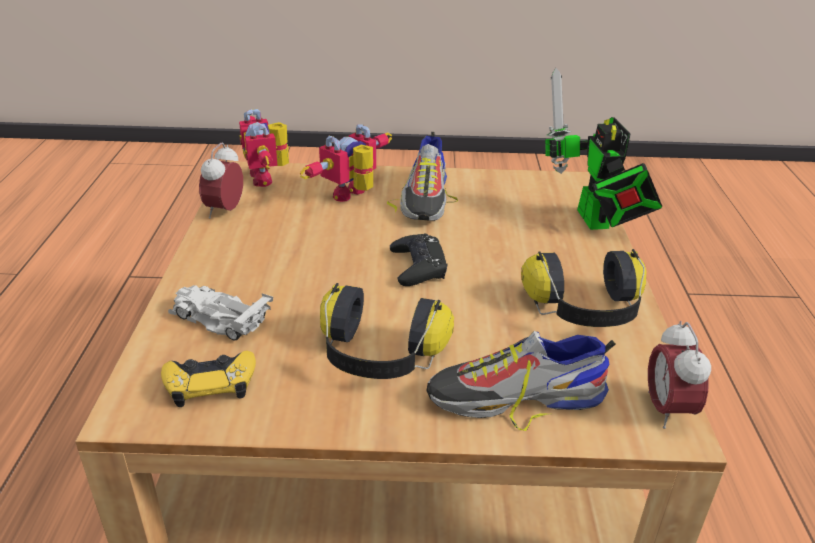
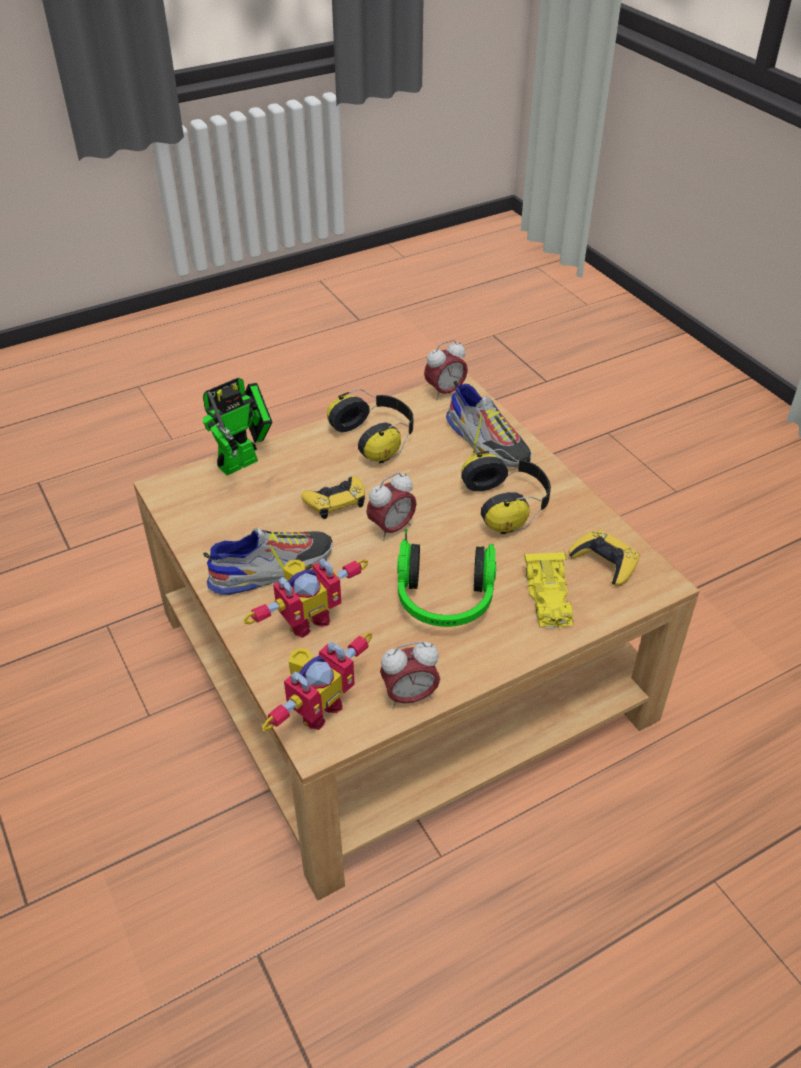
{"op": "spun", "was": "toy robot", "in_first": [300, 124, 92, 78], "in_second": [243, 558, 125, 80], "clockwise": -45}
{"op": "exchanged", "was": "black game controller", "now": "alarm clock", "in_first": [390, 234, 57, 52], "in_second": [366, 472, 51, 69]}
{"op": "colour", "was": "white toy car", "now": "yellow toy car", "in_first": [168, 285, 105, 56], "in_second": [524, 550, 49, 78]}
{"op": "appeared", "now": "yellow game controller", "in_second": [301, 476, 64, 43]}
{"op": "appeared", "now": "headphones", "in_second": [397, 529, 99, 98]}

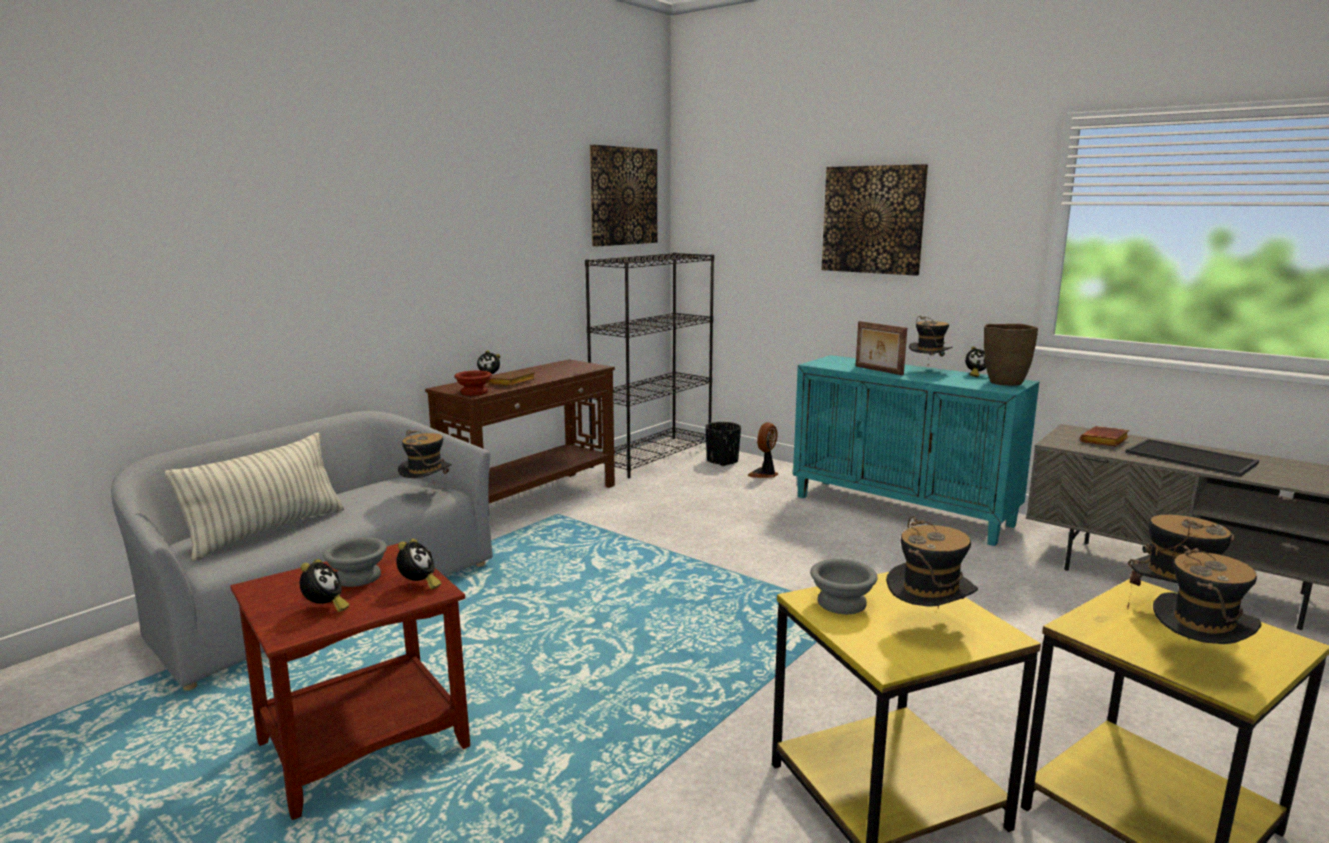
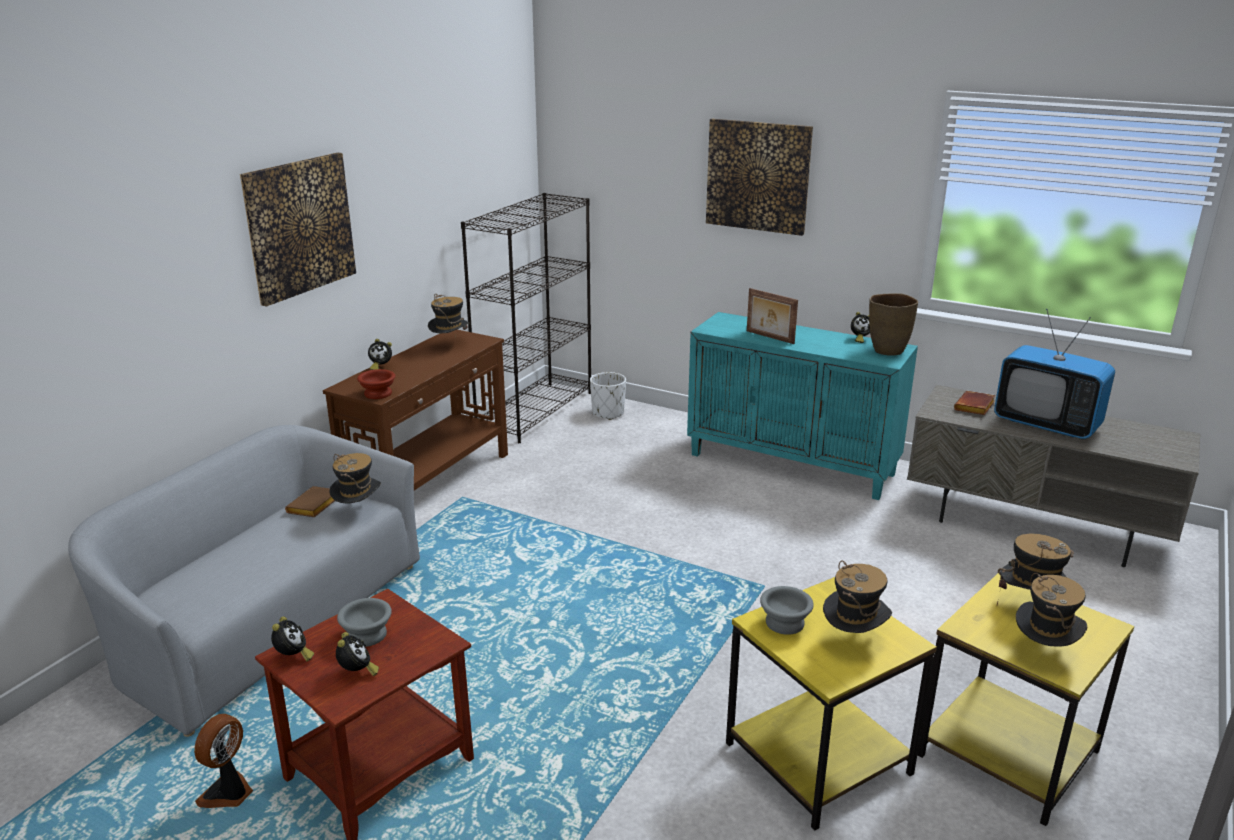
{"op": "relocated", "was": "picture", "in_first": [590, 145, 67, 101], "in_second": [240, 153, 116, 154]}
{"op": "relocated", "was": "hat", "in_first": [909, 316, 44, 41], "in_second": [428, 294, 42, 43]}
{"op": "relocated", "was": "brown book", "in_first": [488, 371, 47, 15], "in_second": [285, 486, 50, 31]}
{"op": "colour", "was": "black planter", "now": "white planter", "in_first": [705, 422, 36, 44], "in_second": [590, 372, 36, 48]}
{"op": "relocated", "was": "fan", "in_first": [747, 422, 31, 56], "in_second": [194, 714, 59, 94]}
{"op": "missing", "was": "pillow", "in_first": [165, 432, 179, 130]}
{"op": "exchanged", "was": "tray", "now": "television", "in_first": [1125, 439, 134, 38], "in_second": [994, 309, 121, 130]}
{"op": "relocated", "was": "alarm clock", "in_first": [396, 539, 45, 50], "in_second": [271, 616, 43, 45]}

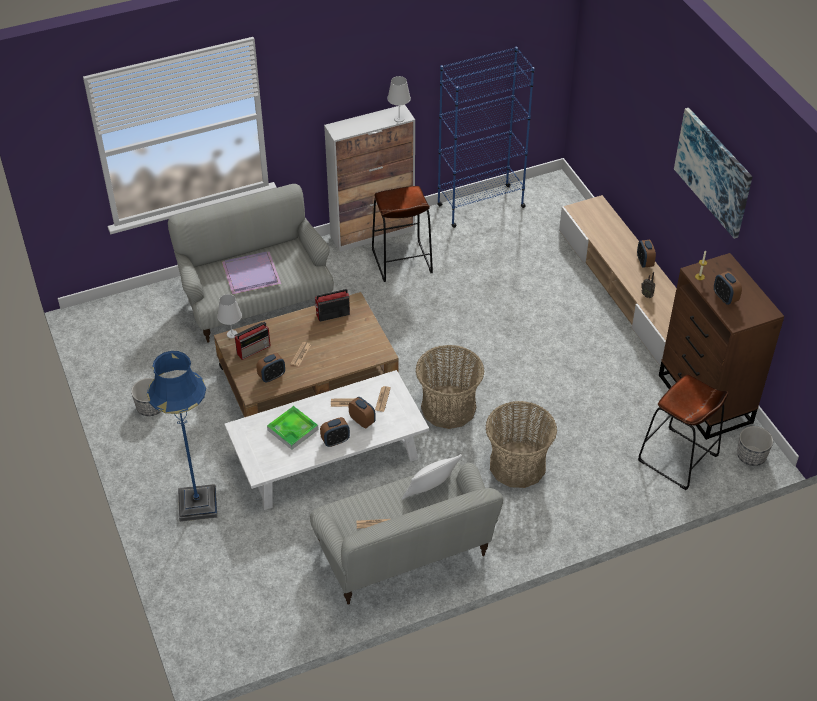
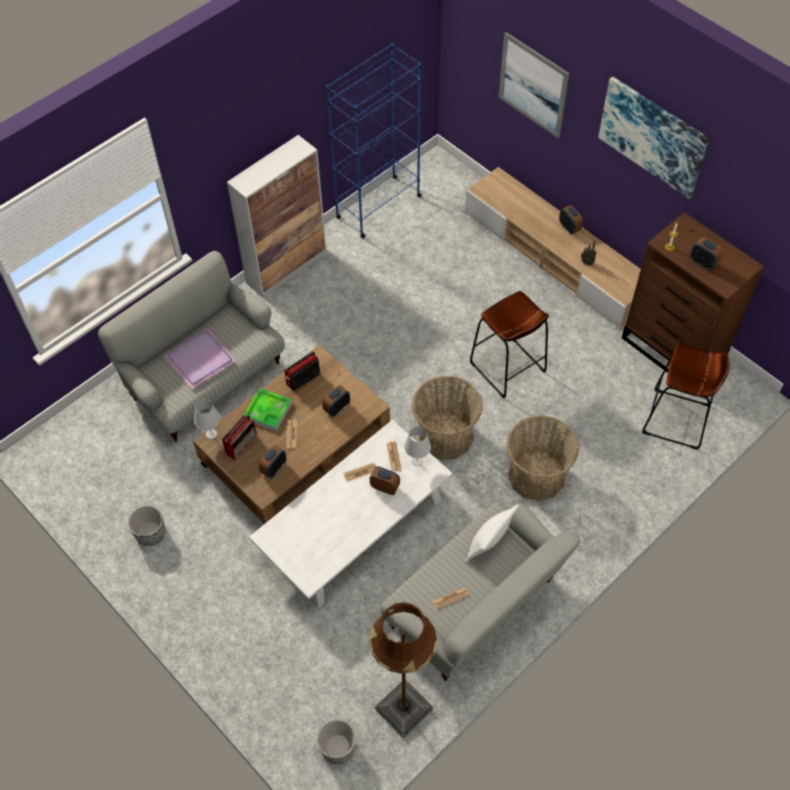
{"op": "relocated", "was": "white table lamp", "in_first": [387, 76, 24, 46], "in_second": [404, 426, 27, 40]}
{"op": "relocated", "was": "brown stool", "in_first": [372, 186, 61, 96], "in_second": [470, 291, 79, 107]}
{"op": "missing", "was": "blue floor lamp", "in_first": [147, 351, 70, 171]}
{"op": "relocated", "was": "tray", "in_first": [267, 406, 52, 44], "in_second": [244, 388, 48, 43]}
{"op": "relocated", "was": "alarm clock", "in_first": [320, 417, 30, 30], "in_second": [322, 385, 28, 32]}
{"op": "relocated", "was": "planter", "in_first": [737, 426, 36, 40], "in_second": [317, 719, 39, 45]}
{"op": "appeared", "now": "picture", "in_second": [499, 32, 70, 106]}
{"op": "appeared", "now": "brown floor lamp", "in_second": [369, 602, 68, 136]}

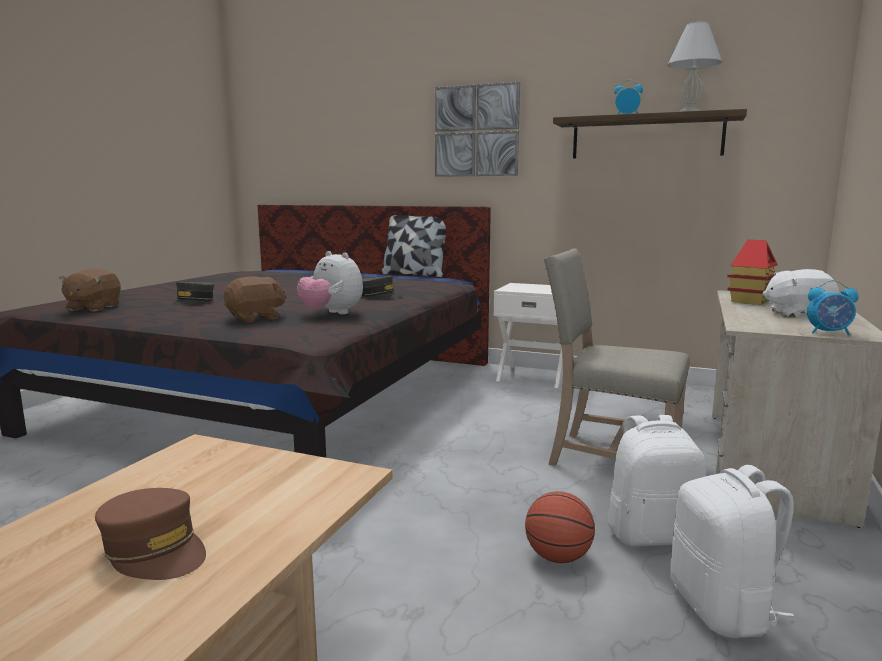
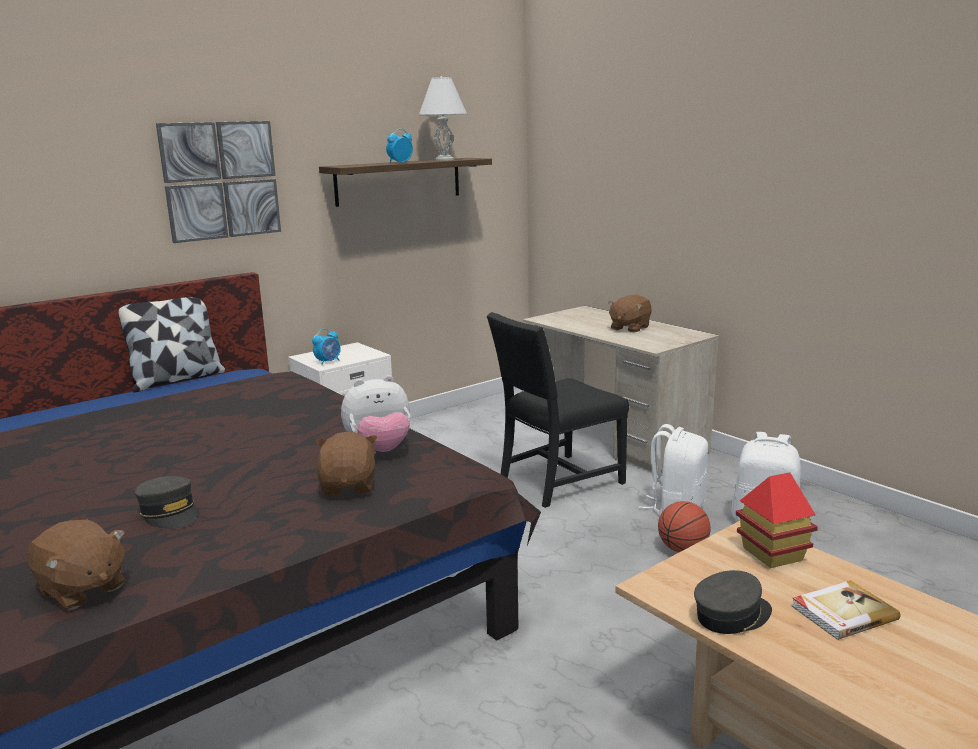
{"op": "relocated", "was": "toy house", "in_first": [727, 240, 51, 65], "in_second": [736, 472, 82, 96]}
{"op": "colour", "was": "beige chair", "now": "black chair", "in_first": [544, 248, 146, 218], "in_second": [487, 312, 142, 196]}
{"op": "colour", "was": "white plush toy", "now": "brown plush toy", "in_first": [763, 269, 76, 48], "in_second": [608, 295, 44, 38]}
{"op": "relocated", "was": "grey cap", "in_first": [362, 276, 40, 22], "in_second": [694, 570, 78, 64]}
{"op": "relocated", "was": "alarm clock", "in_first": [807, 280, 51, 55], "in_second": [312, 328, 29, 37]}
{"op": "exchanged", "was": "brown cap", "now": "book", "in_first": [95, 488, 111, 92], "in_second": [792, 580, 108, 60]}

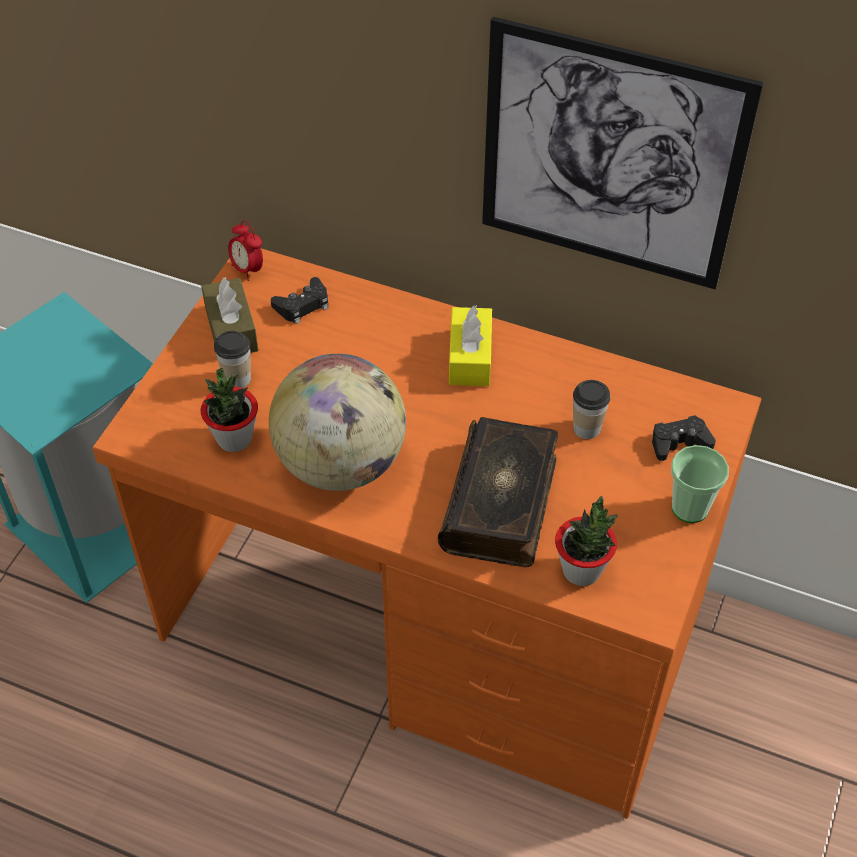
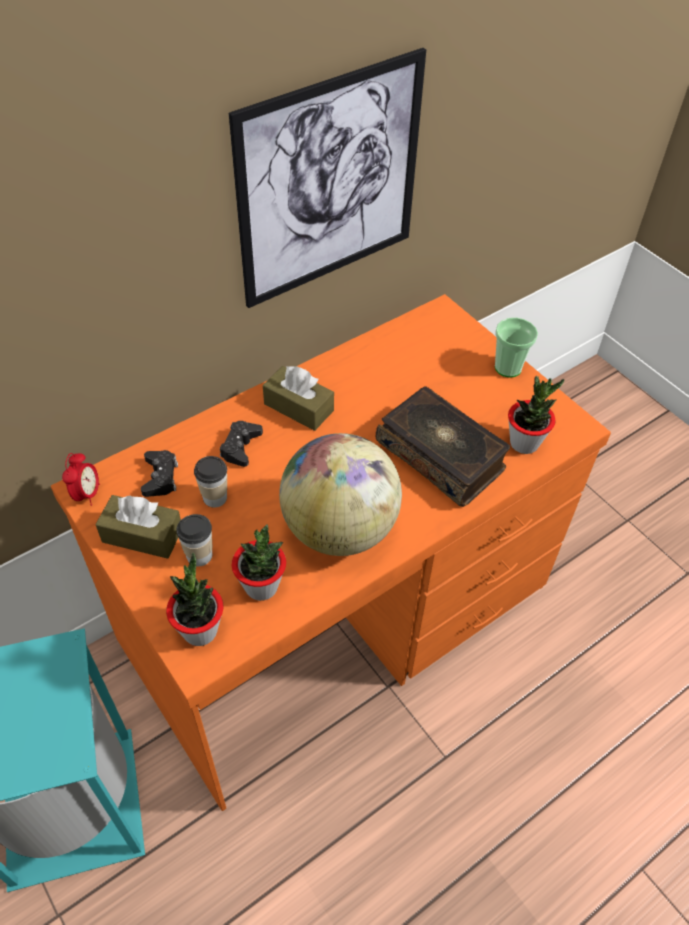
{"op": "spun", "was": "alarm clock", "in_first": [228, 221, 35, 60], "in_second": [62, 453, 38, 53], "clockwise": -75}
{"op": "colour", "was": "yellow tissue box", "now": "brown tissue box", "in_first": [449, 305, 43, 81], "in_second": [263, 366, 71, 65]}
{"op": "relocated", "was": "cup", "in_first": [573, 380, 37, 59], "in_second": [194, 456, 33, 52]}
{"op": "relocated", "was": "black game controller", "in_first": [652, 415, 64, 46], "in_second": [220, 421, 43, 46]}
{"op": "appeared", "now": "potted plant", "in_second": [166, 552, 57, 94]}

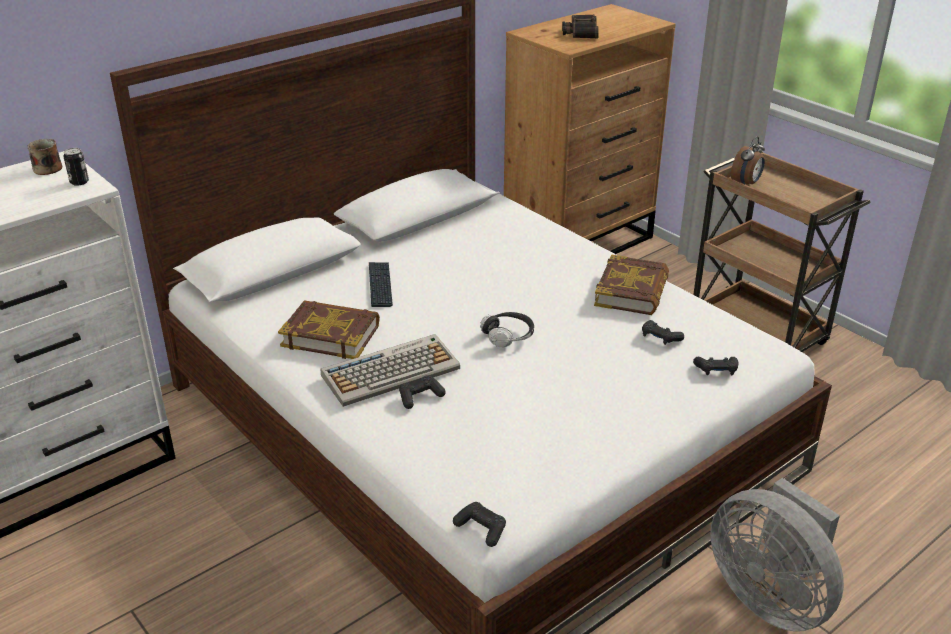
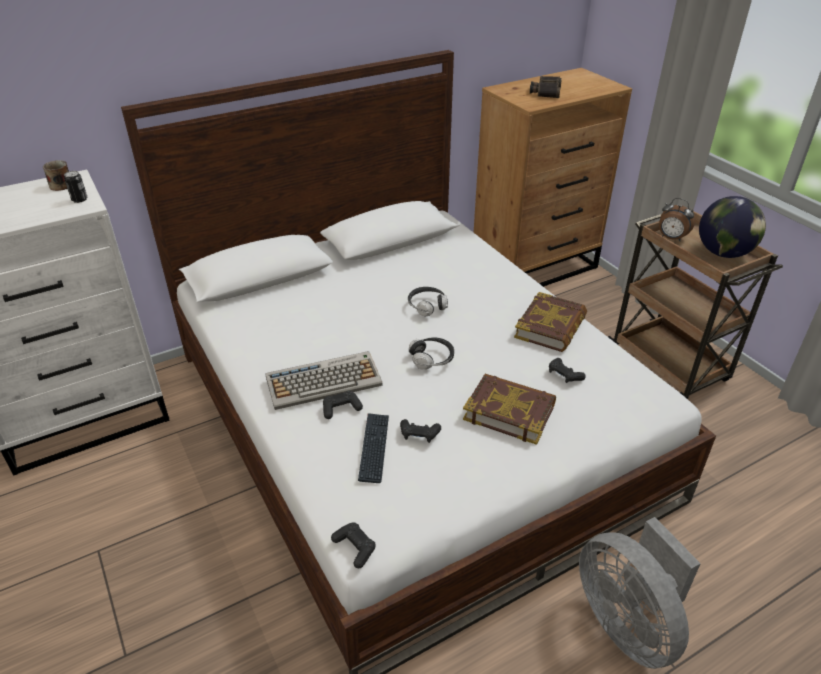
{"op": "spun", "was": "alarm clock", "in_first": [731, 136, 34, 48], "in_second": [659, 198, 36, 43], "clockwise": 75}
{"op": "relocated", "was": "keyboard", "in_first": [369, 262, 24, 45], "in_second": [358, 413, 31, 70]}
{"op": "relocated", "was": "book", "in_first": [278, 300, 102, 59], "in_second": [463, 374, 93, 71]}
{"op": "relocated", "was": "black game controller", "in_first": [693, 356, 46, 19], "in_second": [400, 419, 41, 24]}
{"op": "appeared", "now": "globe", "in_second": [699, 196, 67, 62]}
{"op": "appeared", "now": "headphones", "in_second": [408, 287, 40, 29]}

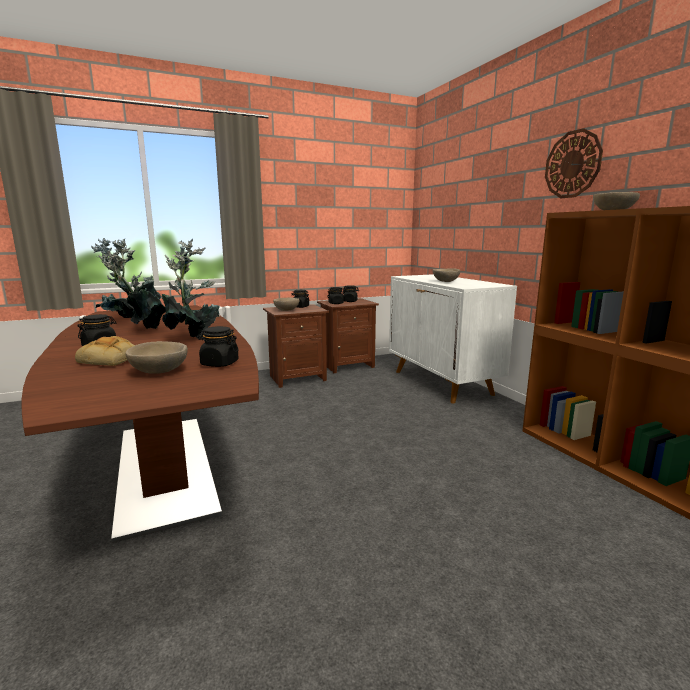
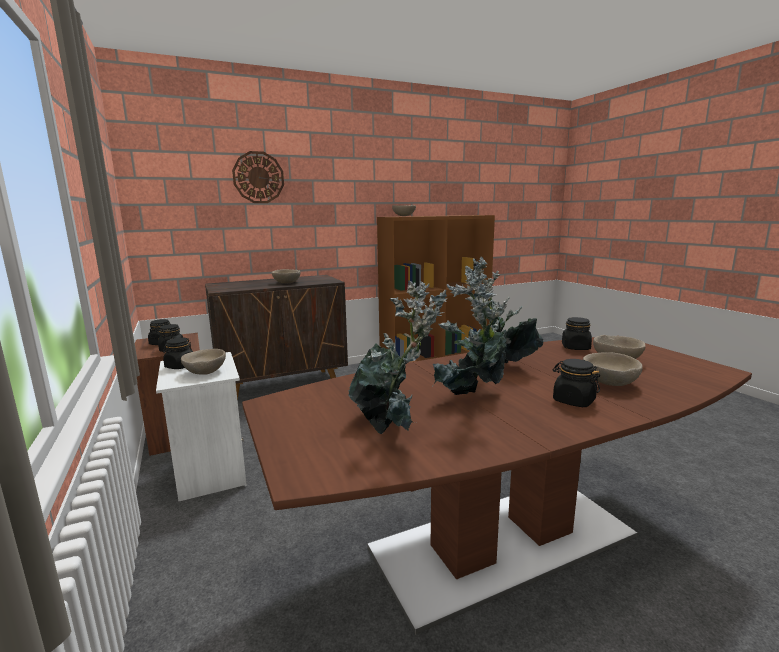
{"op": "relocated", "was": "wall clock", "in_first": [545, 128, 58, 70], "in_second": [232, 151, 52, 52]}
{"op": "colour", "was": "white cabinet", "now": "brown cabinet", "in_first": [389, 274, 128, 130], "in_second": [205, 275, 143, 126]}
{"op": "colour", "was": "brown nightstand", "now": "white nightstand", "in_first": [263, 304, 66, 84], "in_second": [156, 352, 91, 149]}
{"op": "exchanged", "was": "bread", "now": "beige bowl", "in_first": [75, 336, 60, 30], "in_second": [583, 352, 60, 34]}

